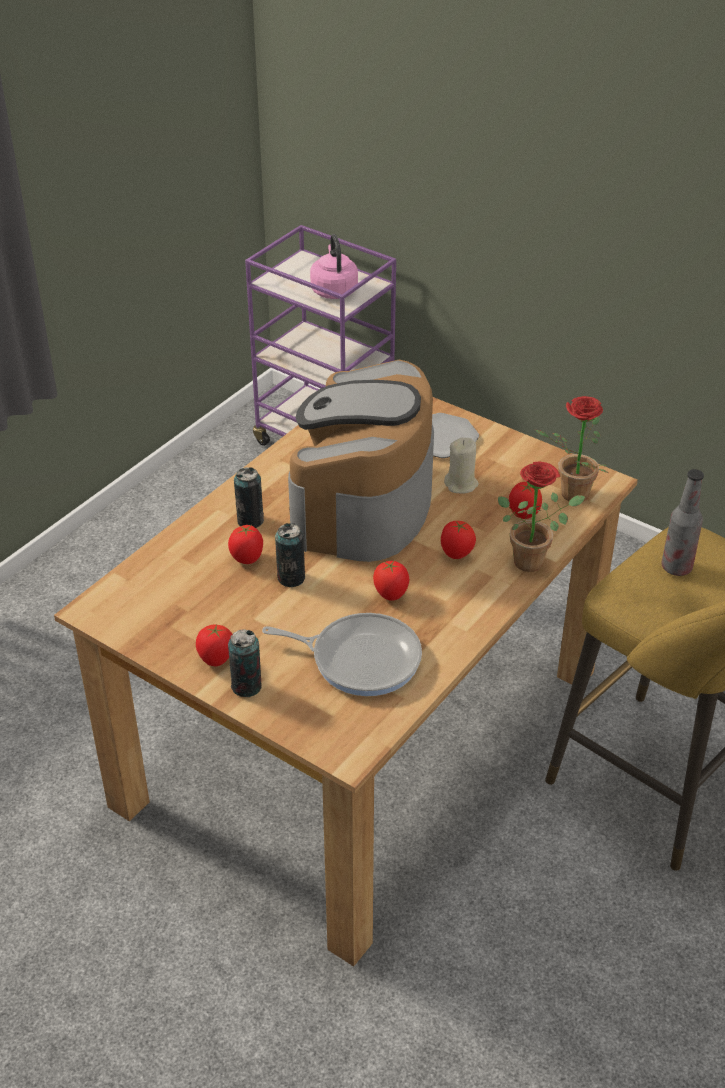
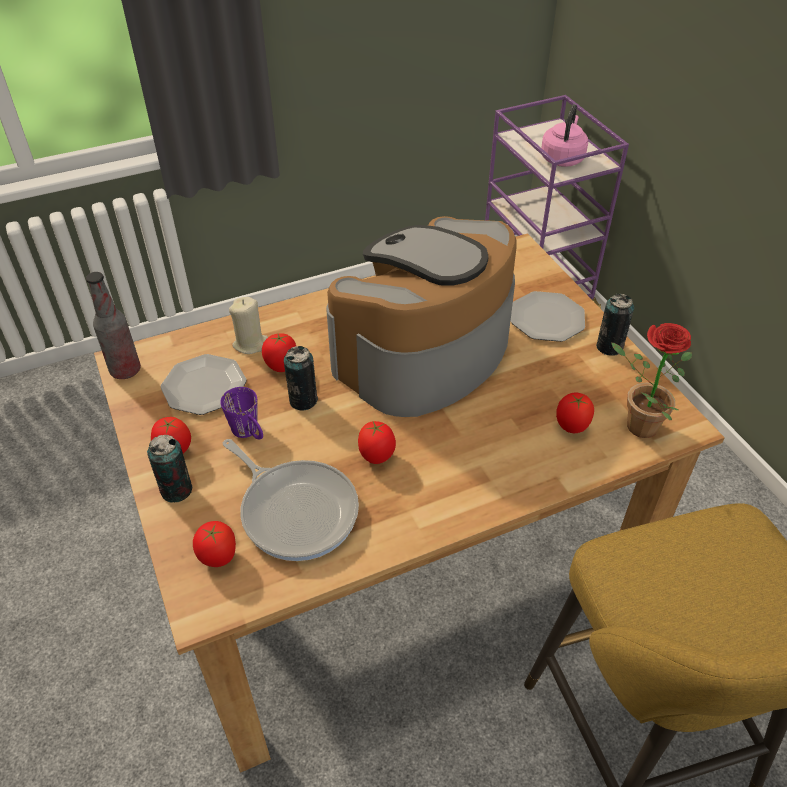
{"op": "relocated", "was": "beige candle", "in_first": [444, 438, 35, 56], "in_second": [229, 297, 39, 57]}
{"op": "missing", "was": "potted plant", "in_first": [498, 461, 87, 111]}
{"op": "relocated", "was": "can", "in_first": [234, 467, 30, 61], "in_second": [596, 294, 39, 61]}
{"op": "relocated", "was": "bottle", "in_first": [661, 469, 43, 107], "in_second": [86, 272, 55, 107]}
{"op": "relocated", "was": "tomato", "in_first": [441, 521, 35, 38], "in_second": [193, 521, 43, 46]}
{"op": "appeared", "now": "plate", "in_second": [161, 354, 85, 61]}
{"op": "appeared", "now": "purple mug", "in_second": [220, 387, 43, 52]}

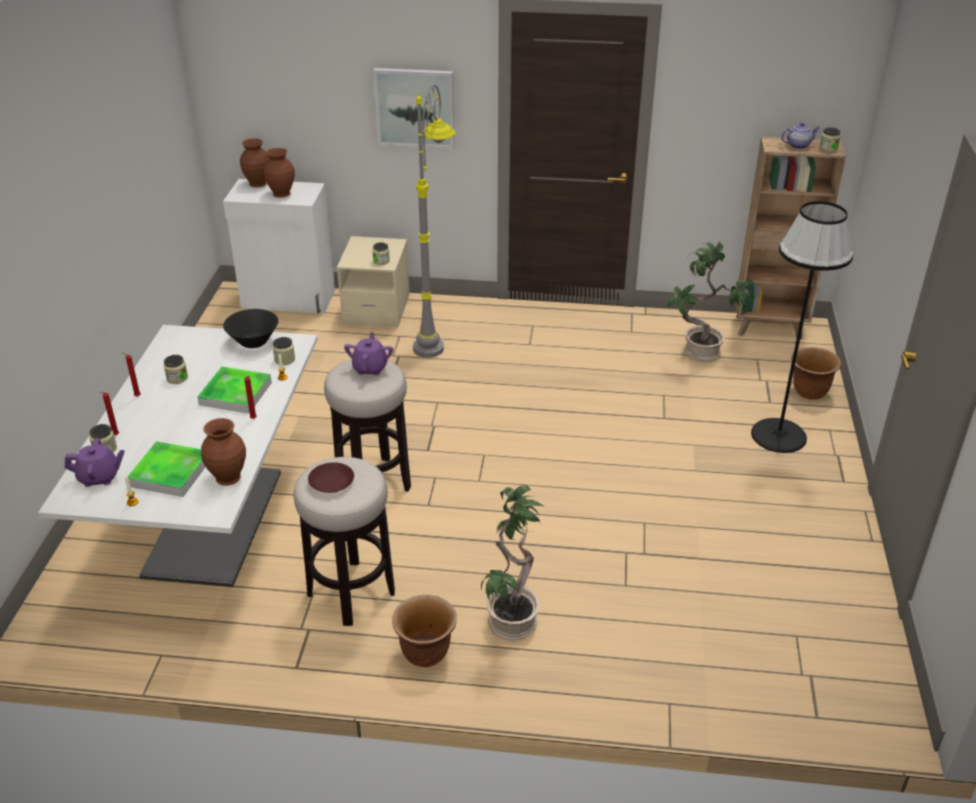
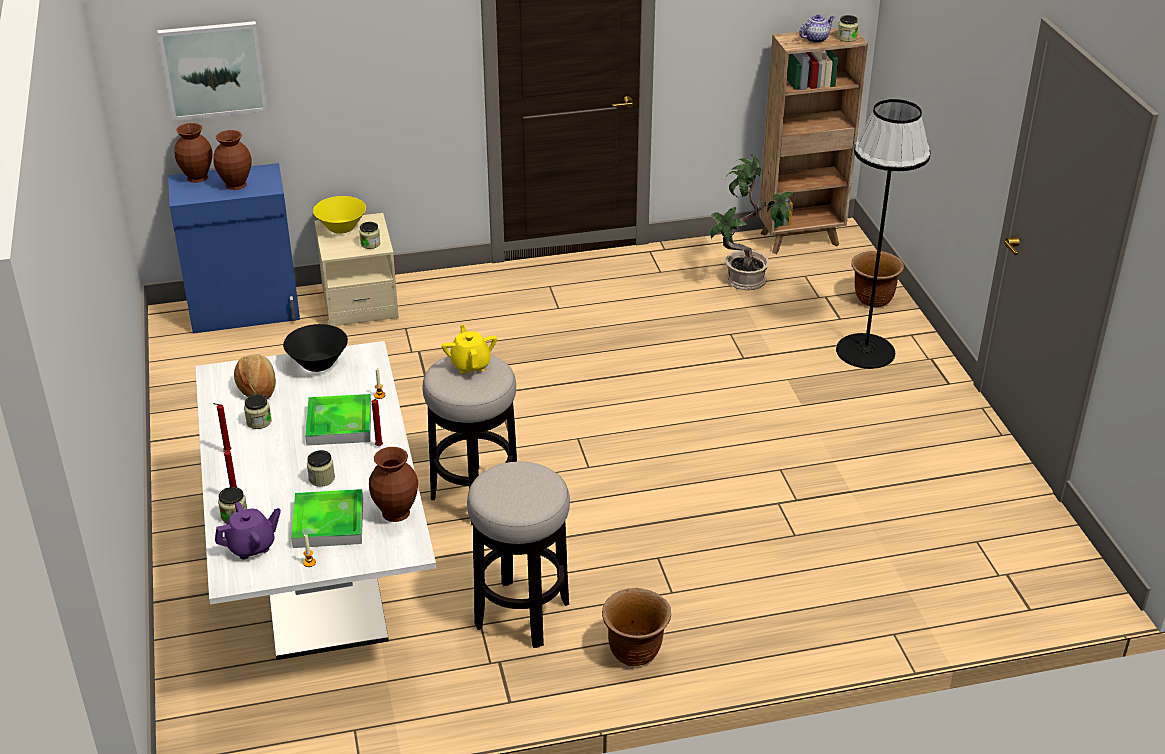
{"op": "relocated", "was": "picture", "in_first": [373, 68, 81, 81], "in_second": [158, 21, 109, 100]}
{"op": "missing", "was": "grey floor lamp", "in_first": [413, 85, 43, 273]}
{"op": "colour", "was": "white cabinet", "now": "blue cabinet", "in_first": [223, 179, 112, 135], "in_second": [168, 163, 132, 171]}
{"op": "colour", "was": "purple teapot", "now": "yellow teapot", "in_first": [344, 332, 49, 44], "in_second": [442, 324, 55, 50]}
{"op": "relocated", "was": "jar", "in_first": [273, 337, 22, 28], "in_second": [307, 450, 28, 37]}
{"op": "missing", "was": "brown plate", "in_first": [308, 462, 46, 31]}
{"op": "missing", "was": "potted plant", "in_first": [481, 485, 62, 155]}
{"op": "appeared", "now": "yellow bowl", "in_second": [313, 196, 53, 38]}
{"op": "appeared", "now": "bread", "in_second": [234, 354, 42, 46]}

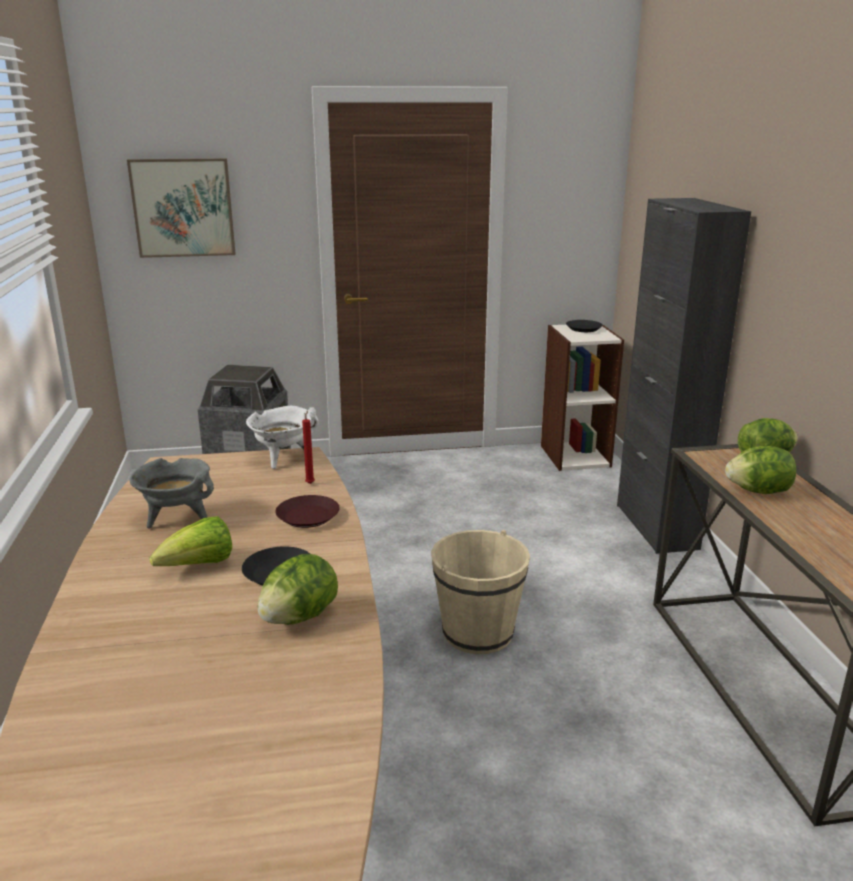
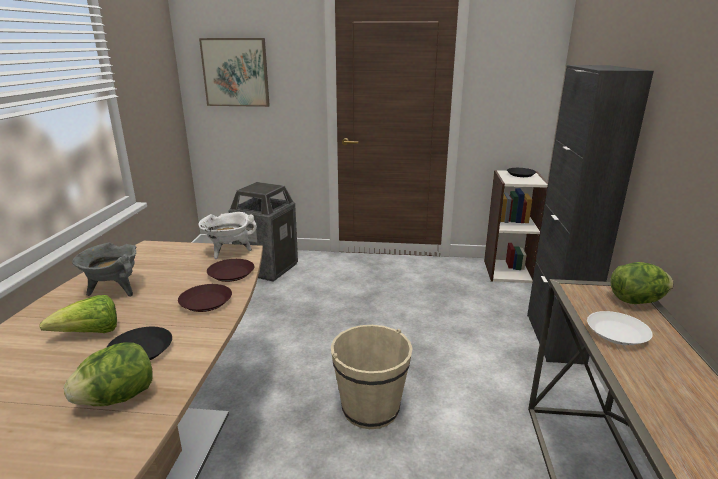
{"op": "exchanged", "was": "red candle", "now": "brown plate", "in_first": [302, 410, 13, 74], "in_second": [207, 259, 47, 23]}
{"op": "exchanged", "was": "lettuce", "now": "white plate", "in_first": [725, 446, 71, 48], "in_second": [587, 311, 66, 34]}

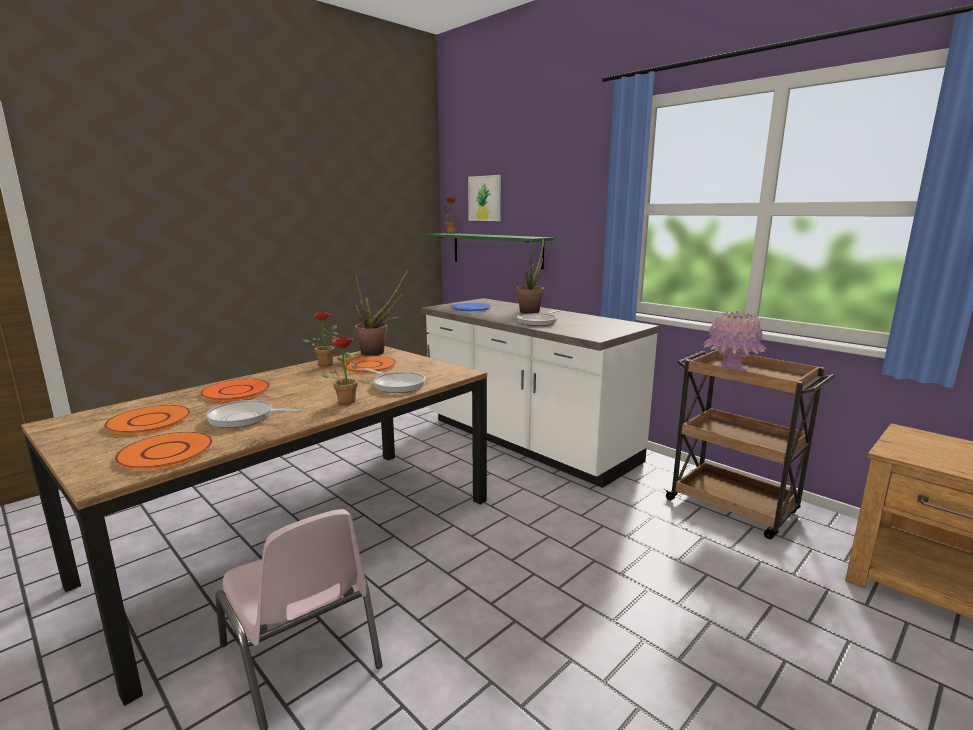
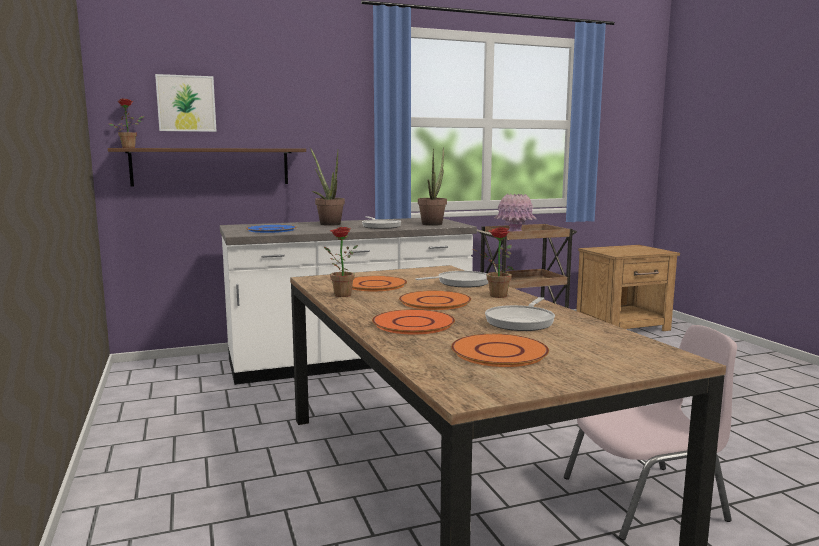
{"op": "colour", "was": "green shelf", "now": "brown shelf", "in_first": [426, 233, 128, 37], "in_second": [108, 148, 198, 38]}
{"op": "relocated", "was": "potted plant", "in_first": [354, 269, 55, 87], "in_second": [418, 147, 29, 79]}
{"op": "relocated", "was": "orange plate", "in_first": [115, 432, 98, 38], "in_second": [399, 290, 72, 20]}

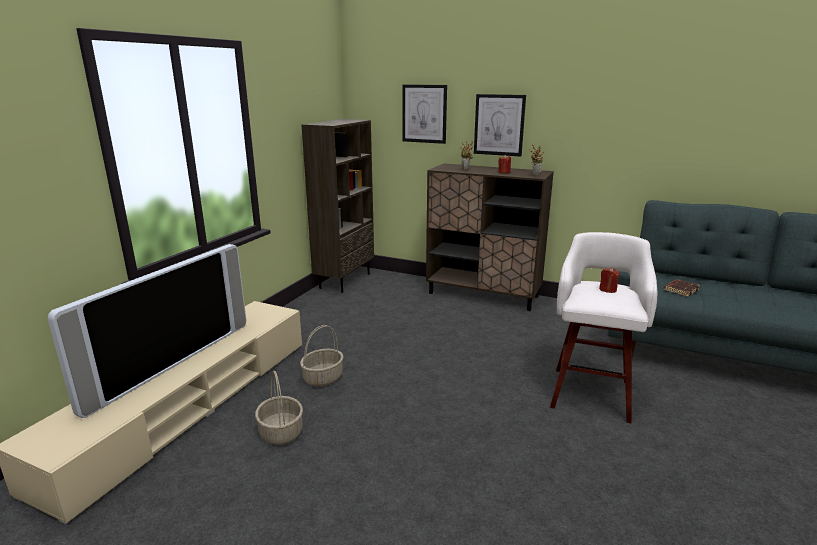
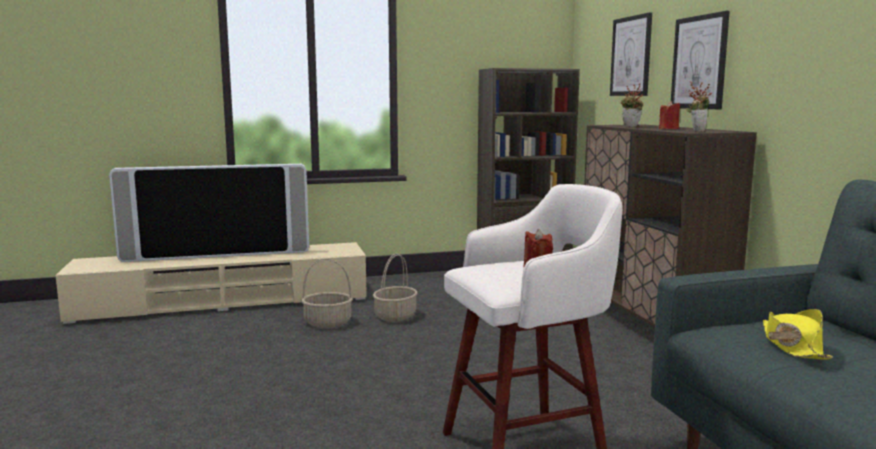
{"op": "exchanged", "was": "brown book", "now": "yellow hat", "in_first": [664, 279, 36, 18], "in_second": [763, 309, 70, 51]}
{"op": "relocated", "was": "basket", "in_first": [255, 371, 48, 74], "in_second": [373, 254, 45, 68]}

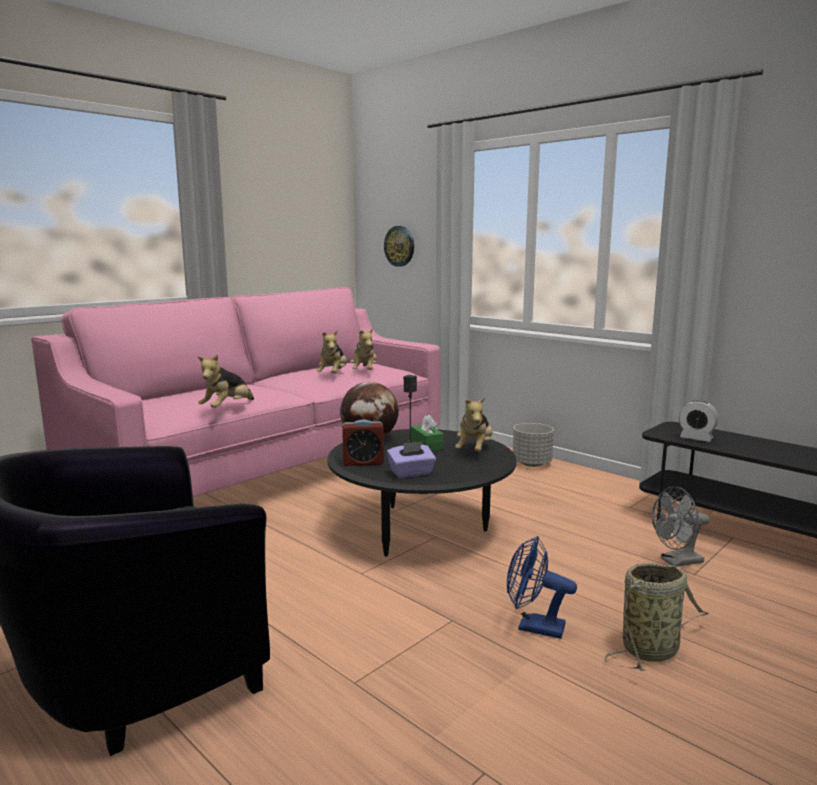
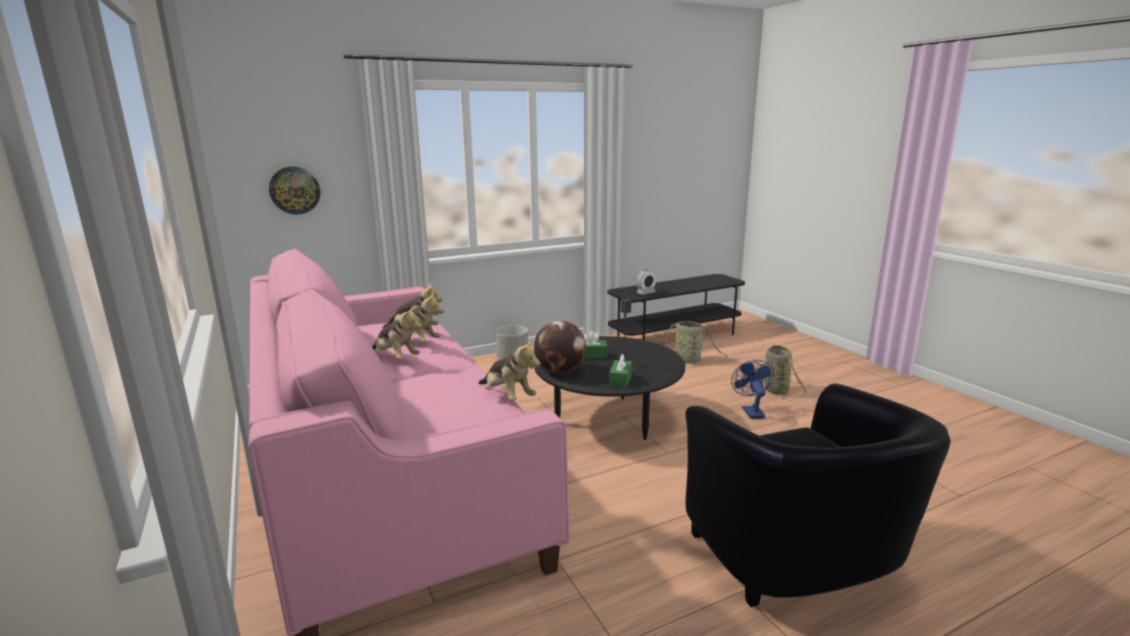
{"op": "relocated", "was": "plush toy", "in_first": [455, 396, 38, 56], "in_second": [372, 305, 50, 54]}
{"op": "exchanged", "was": "alarm clock", "now": "green tissue box", "in_first": [342, 419, 42, 47], "in_second": [609, 354, 23, 34]}
{"op": "missing", "was": "purple tissue box", "in_first": [387, 442, 49, 36]}
{"op": "exchanged", "was": "grey fan", "now": "basket", "in_first": [652, 486, 58, 81], "in_second": [666, 321, 62, 42]}
{"op": "spun", "was": "blue fan", "in_first": [507, 536, 70, 103], "in_second": [731, 360, 43, 59], "clockwise": 135}

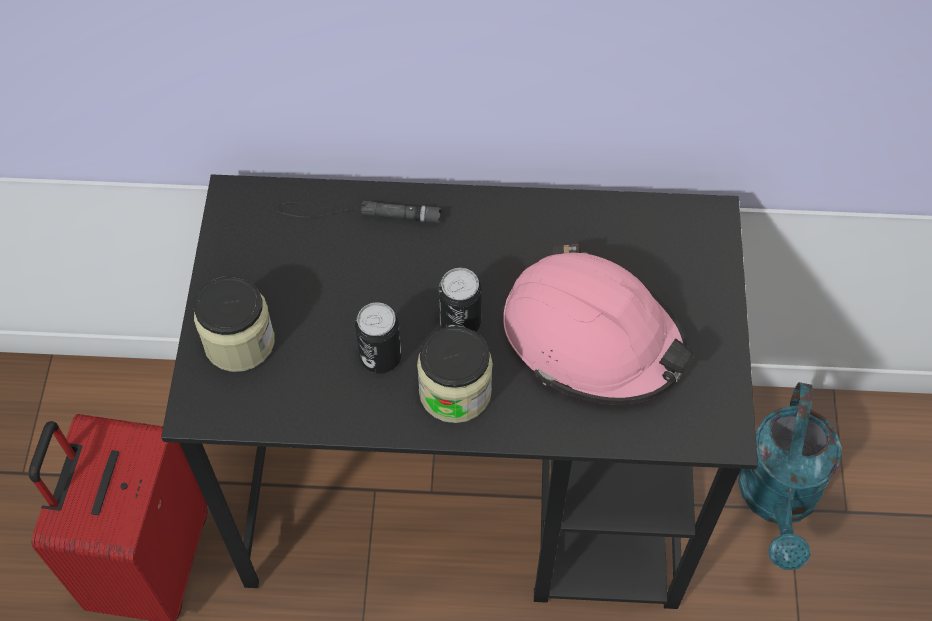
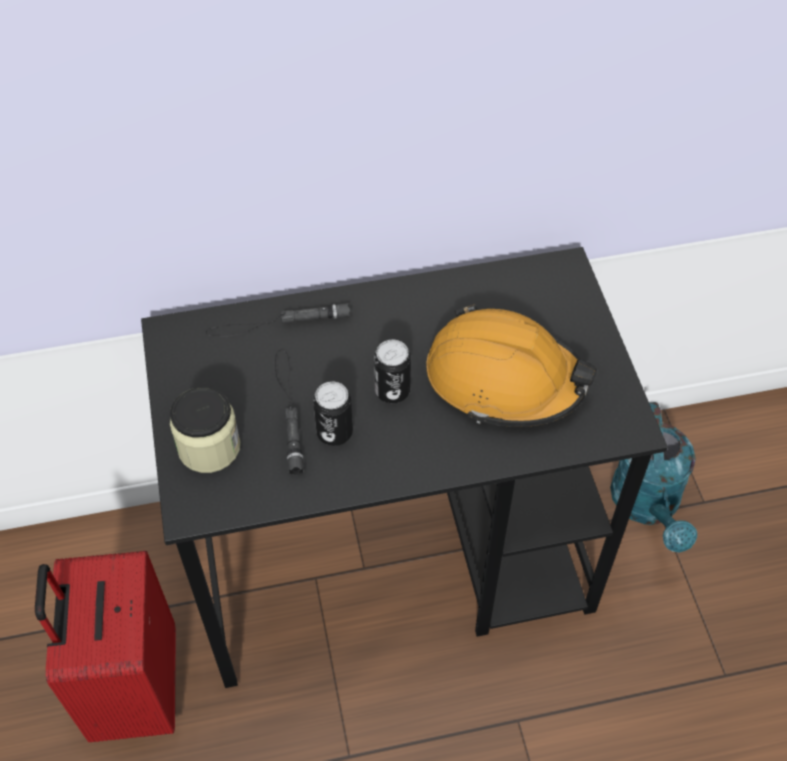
{"op": "colour", "was": "pink hard hat", "now": "orange hard hat", "in_first": [503, 244, 191, 161], "in_second": [426, 305, 171, 122]}
{"op": "missing", "was": "jar", "in_first": [417, 326, 76, 97]}
{"op": "appeared", "now": "black flashlight", "in_second": [275, 350, 29, 126]}

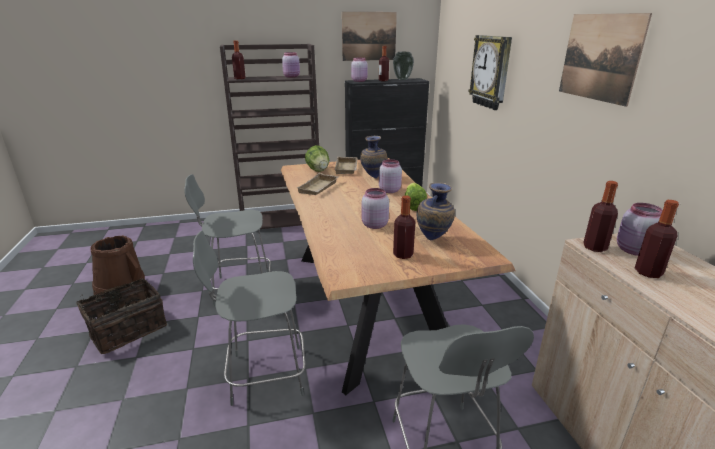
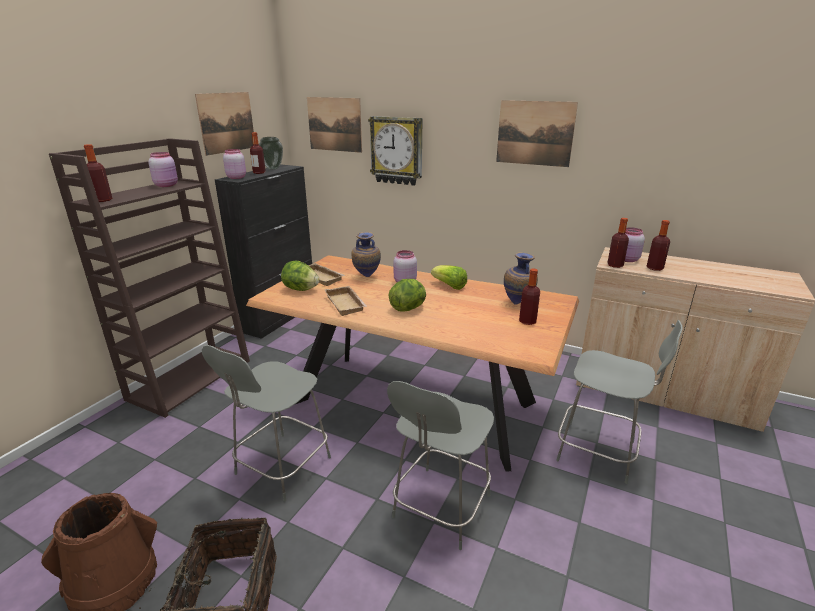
{"op": "missing", "was": "pink jar", "in_first": [362, 188, 27, 41]}
{"op": "appeared", "now": "picture", "in_second": [307, 97, 55, 56]}
{"op": "appeared", "now": "lettuce", "in_second": [388, 279, 38, 33]}

